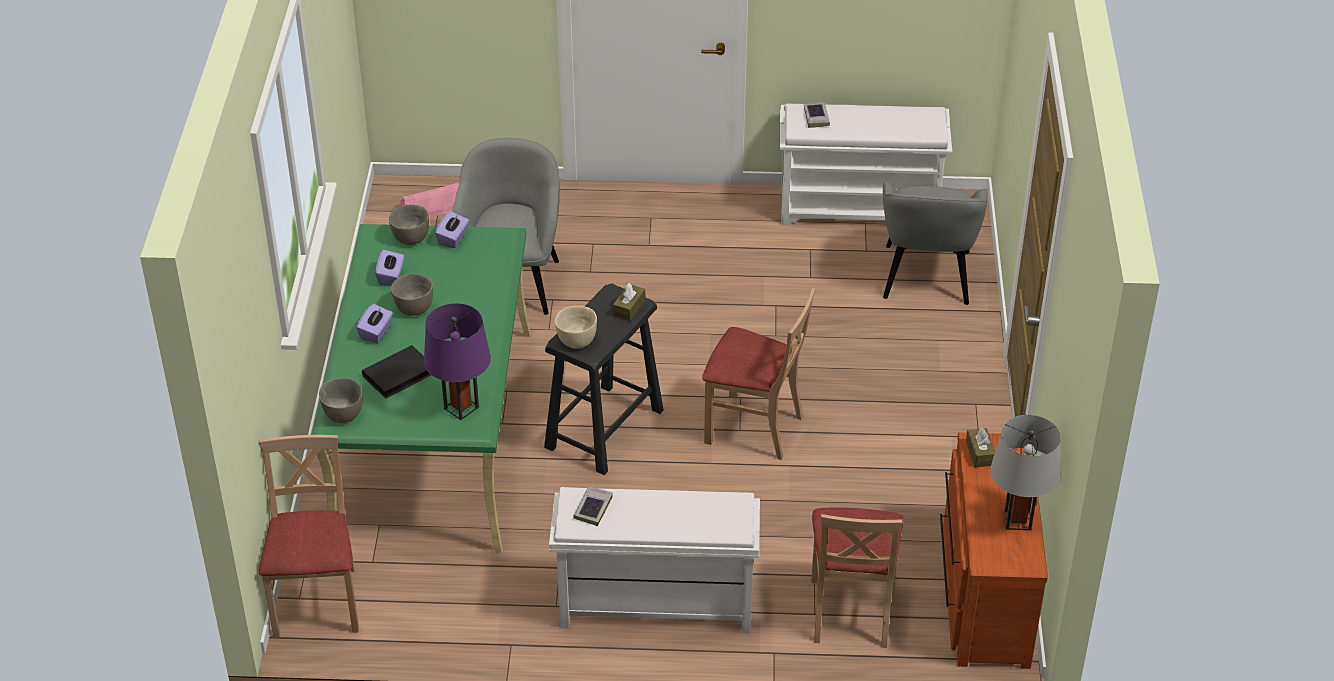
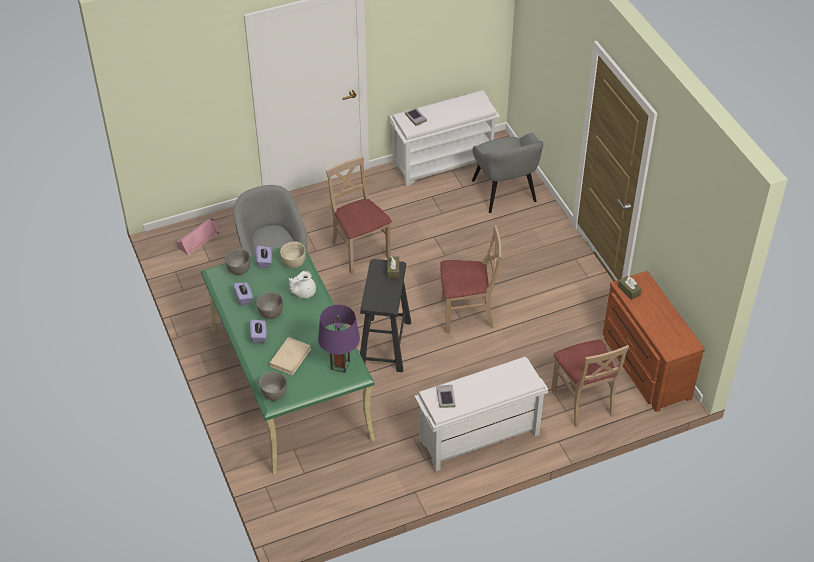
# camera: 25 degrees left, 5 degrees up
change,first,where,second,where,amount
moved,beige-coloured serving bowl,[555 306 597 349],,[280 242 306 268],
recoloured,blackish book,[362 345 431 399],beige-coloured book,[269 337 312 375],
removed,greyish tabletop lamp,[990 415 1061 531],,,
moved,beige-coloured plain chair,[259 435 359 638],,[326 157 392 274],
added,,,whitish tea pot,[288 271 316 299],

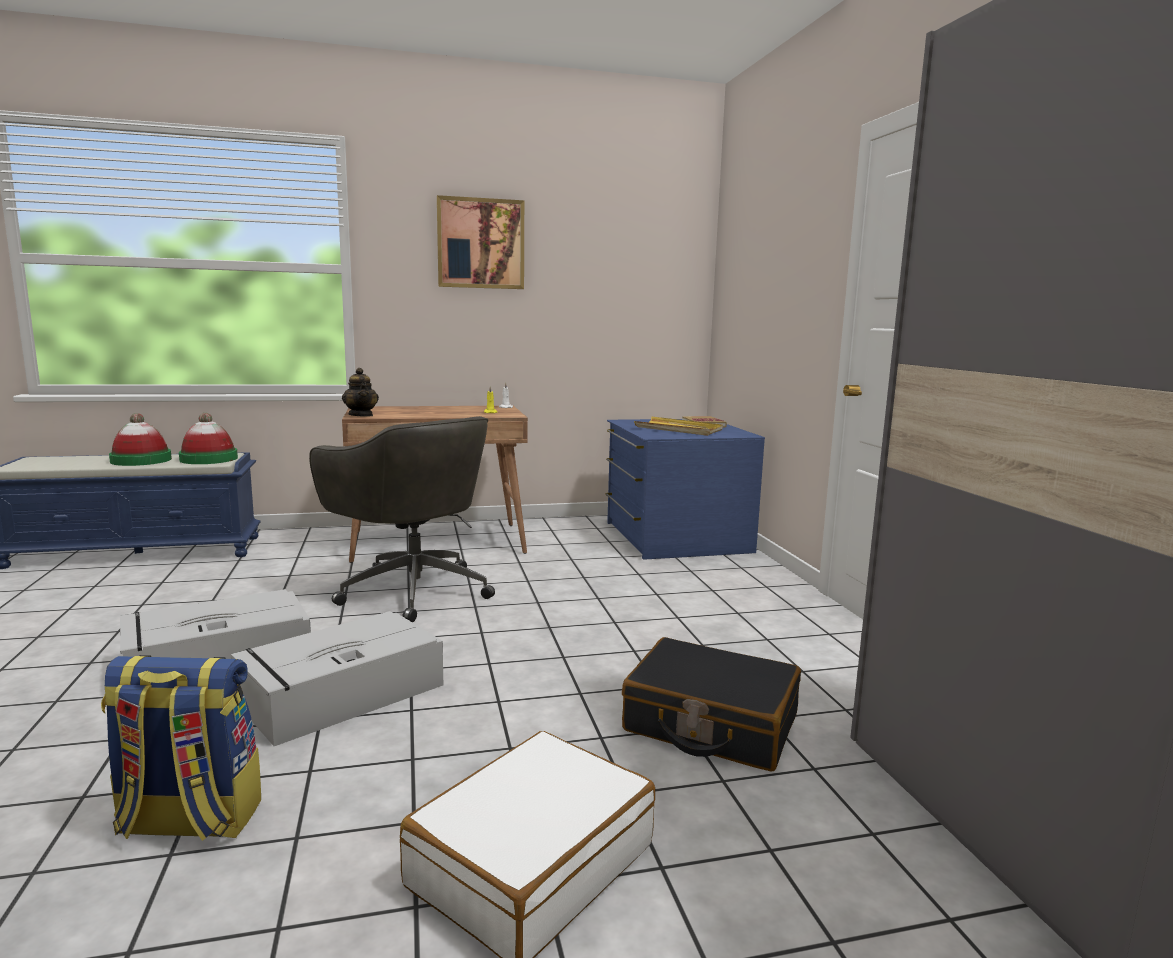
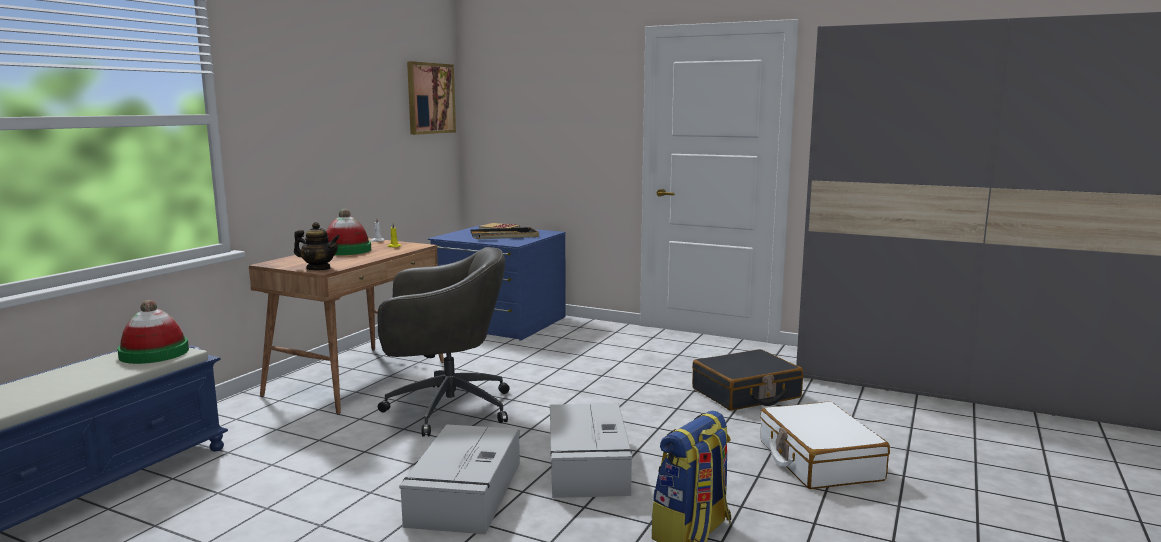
# camera: 50 degrees left, 0 degrees up
change,first,where,second,where,amount
moved,picture,[437 195 524 289],,[407 61 456 135],
moved,hat,[109 413 172 466],,[327 209 371 255],
recoloured,yellowish tray,[634 417 723 436],blackish tray,[471 227 539 240],

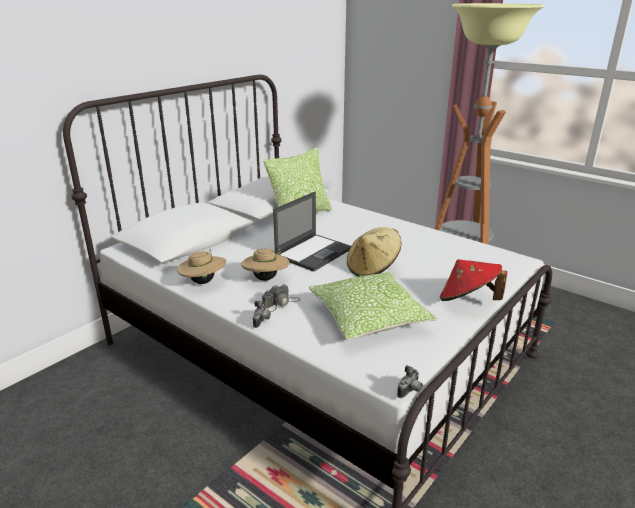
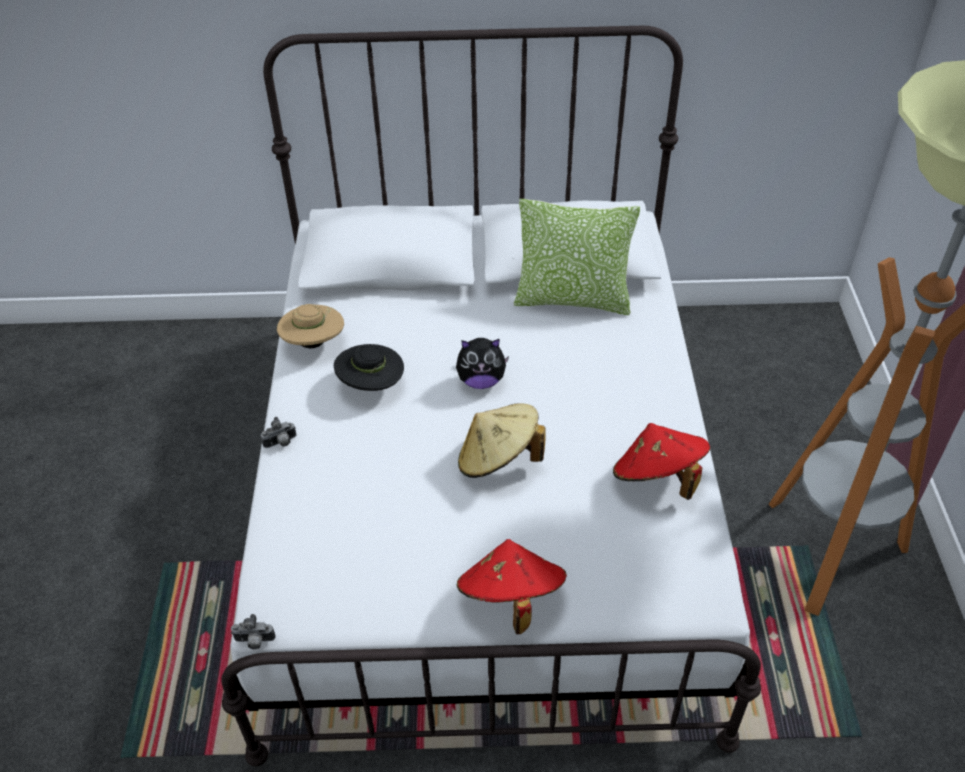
# camera: 50 degrees right, 20 degrees up
change,first,where,second,where,amount
replaced,portable computer,[273 191 351 272],plush toy,[456 338 509 389],
recoloured,beige-coloured hat,[241 249 290 281],blackish hat,[334 344 404 391],
removed,cushion,[309 272 438 339],,,
removed,photo camera,[262 284 300 312],,,
added,,,red hat,[613 423 710 500],

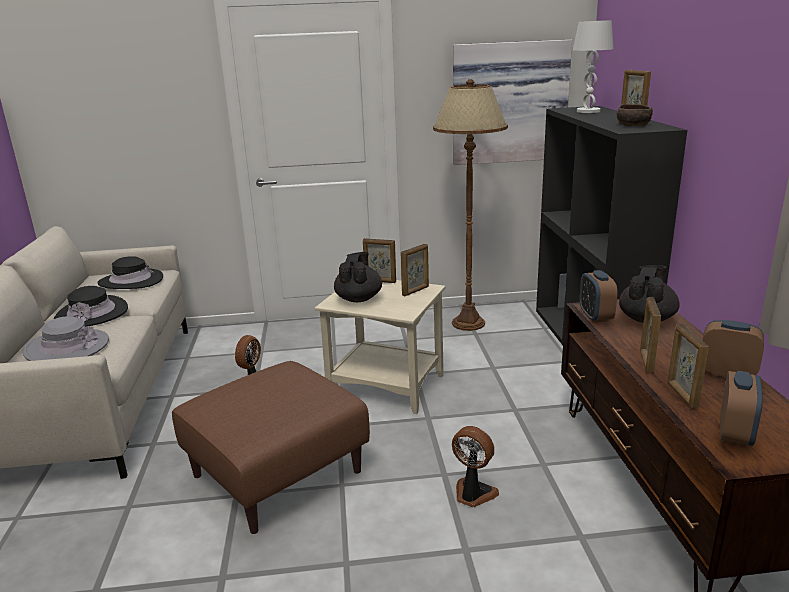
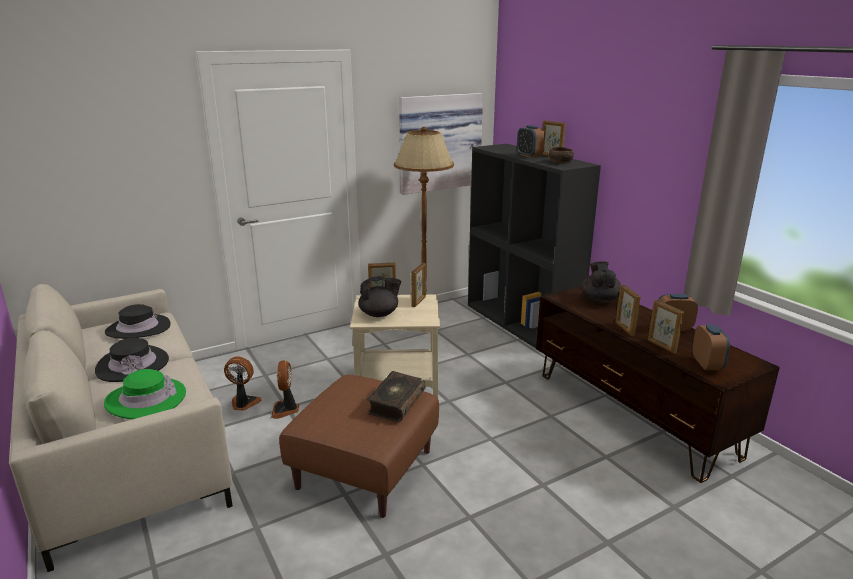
# camera: 25 degrees left, 0 degrees up
change,first,where,second,where,amount
removed,whitish tabletop lamp,[573 20 613 113],,,
turned,blackish tea pot,[334 252 382 302],,[358 277 401 317],90 degrees clockwise
moved,table clock,[579 270 617 323],,[517 125 545 158],
recoloured,greyish hat,[23 316 109 361],green-coloured hat,[104 369 186 419],
moved,electric fan,[452 426 499 507],,[224 357 262 411],
added,,,book,[367 371 426 422],

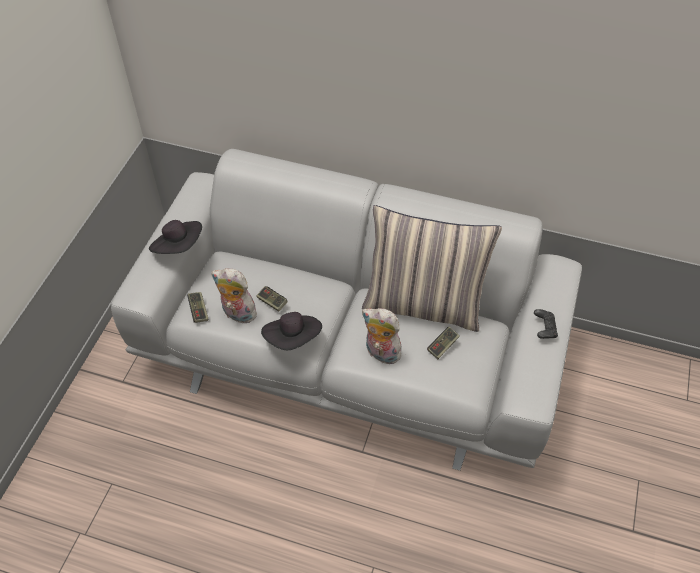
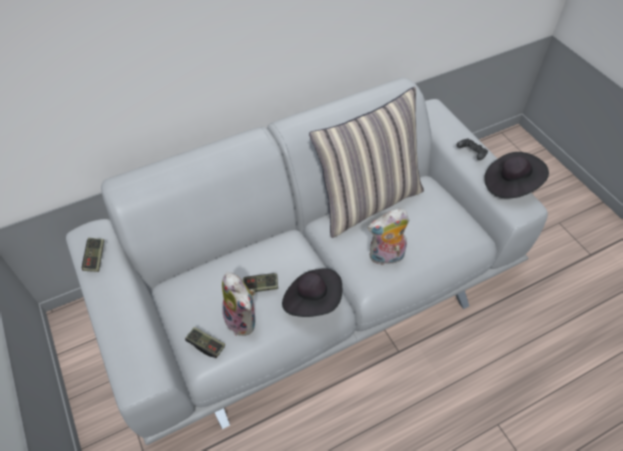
# camera: 45 degrees left, 0 degrees up
change,first,where,second,where,amount
moved,blackish hat,[149 220 202 254],,[484 152 549 198],
turned,plush toy,[211 268 257 323],,[222 272 255 336],105 degrees counterclockwise
moved,gamepad,[427 327 460 359],,[82 238 104 272],

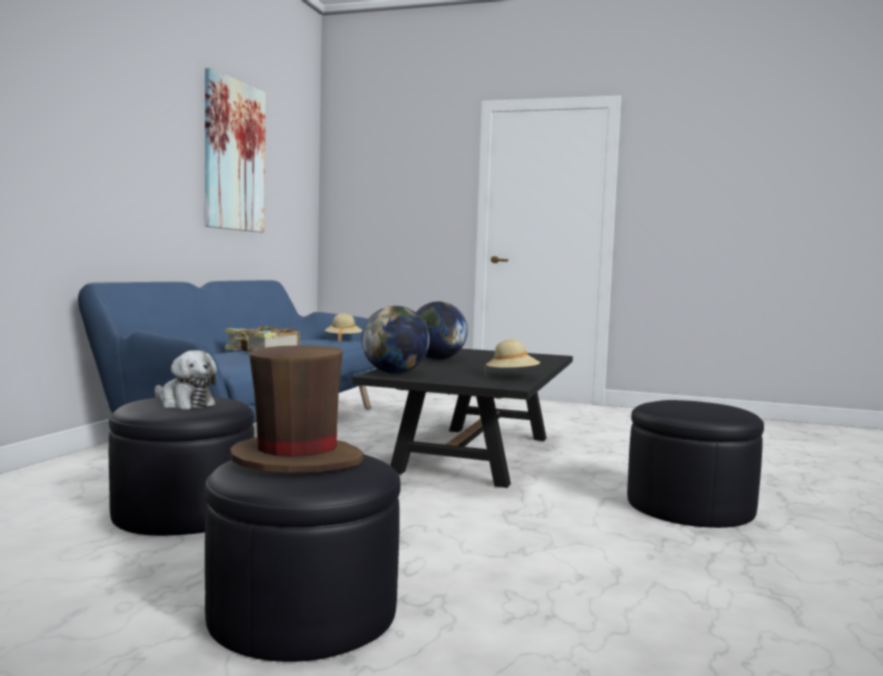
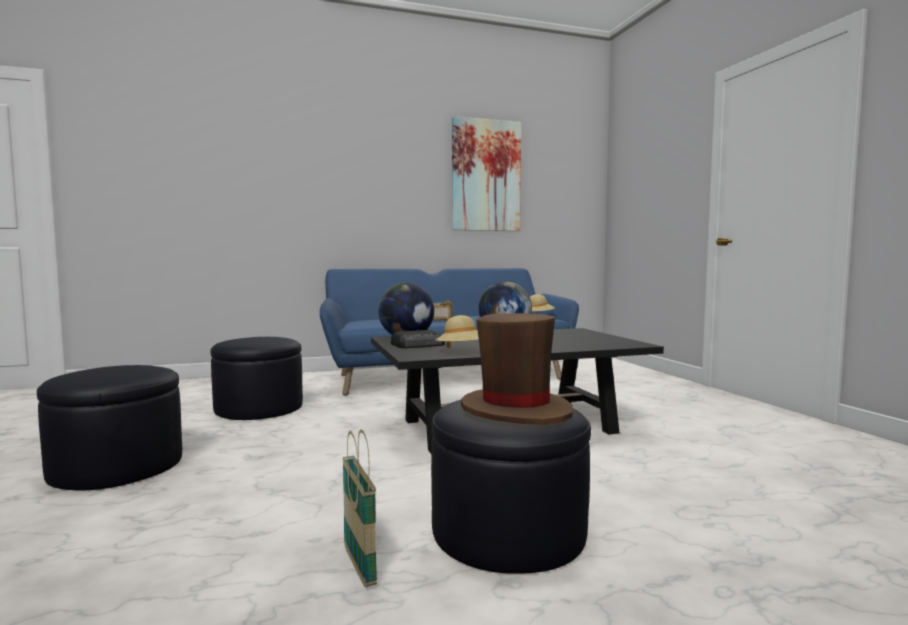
# camera: 55 degrees right, 0 degrees up
change,first,where,second,where,amount
moved,brown hat,[230 345 364 473],,[461 313 573 425],
removed,plush toy,[155 350 217 409],,,
added,,,radio set,[391 330 445 348],
added,,,household basket,[343 429 377 587],

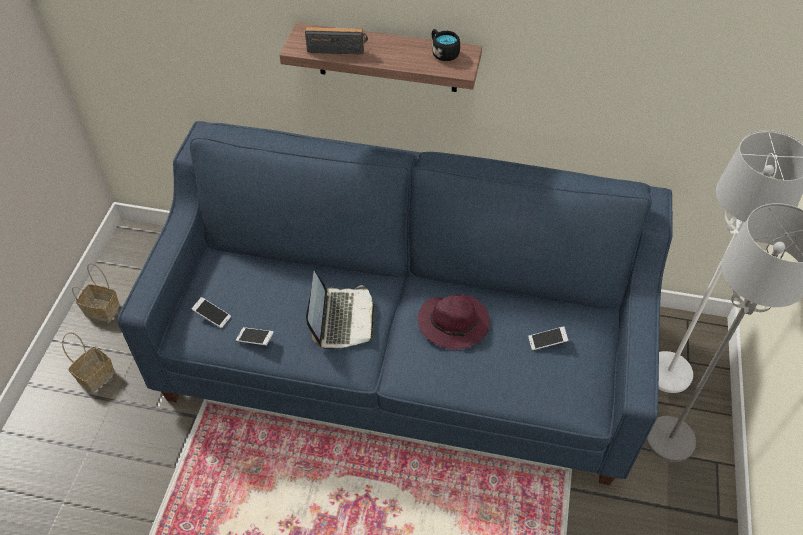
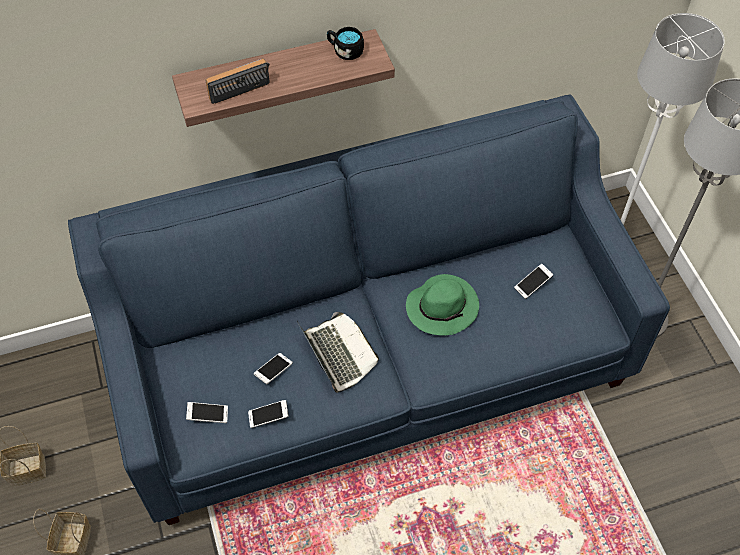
# camera: 30 degrees left, 5 degrees up
change,first,where,second,where,amount
recoloured,purplish hat,[417 294 490 350],green-coloured hat,[406 274 479 336],
added,,,phone,[254 353 293 384],

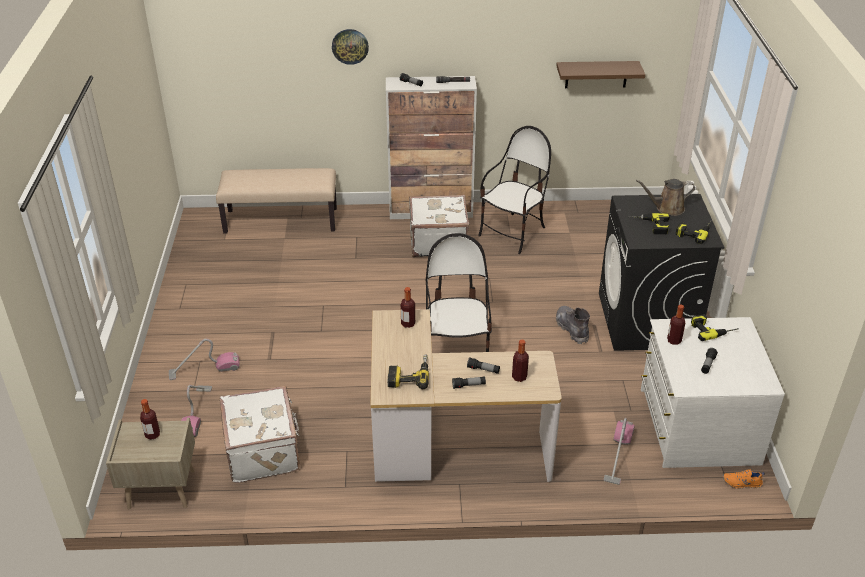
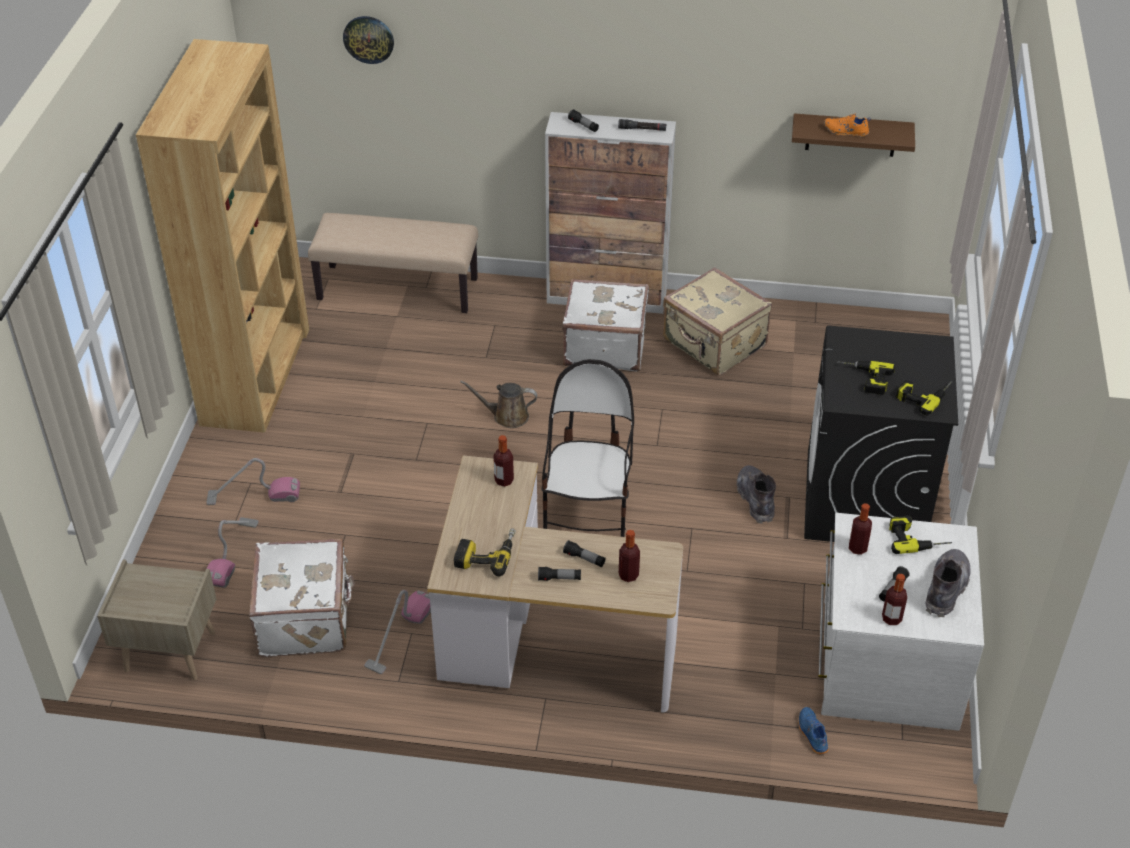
# camera: 10 degrees right, 5 degrees up
change,first,where,second,where,amount
moved,clock on the wall,[332 29 369 65],,[343 16 394 64],
replaced,plain chair,[478 126 551 254],beige-coloured piece of luggage,[663 267 772 376],
moved,brown sprinkling can,[636 179 695 216],,[460 381 537 428],
moved,bottle,[140 399 160 440],,[882 574 907 625],
moved,vacuum,[604 418 635 485],,[364 590 431 674],
moved,orangey low shoe,[723 469 765 489],,[824 114 871 137],
added,,,brown bookcase,[136 39 309 433],
added,,,greyish high-top boot,[926 549 970 617],
added,,,blue-coloured low shoe,[798 707 828 755],

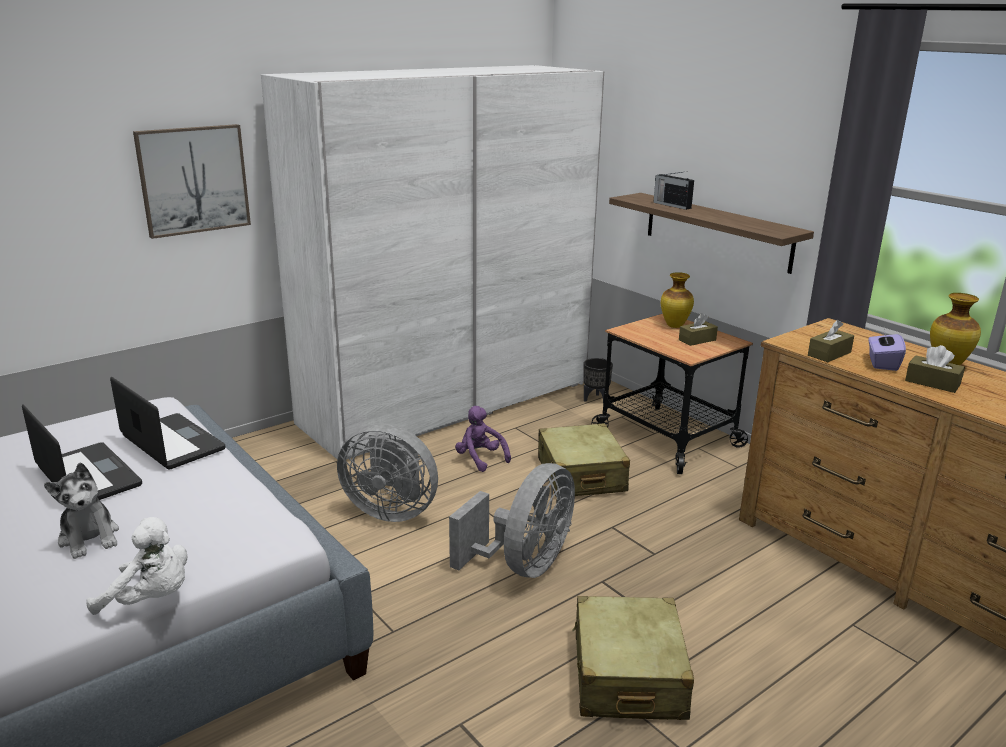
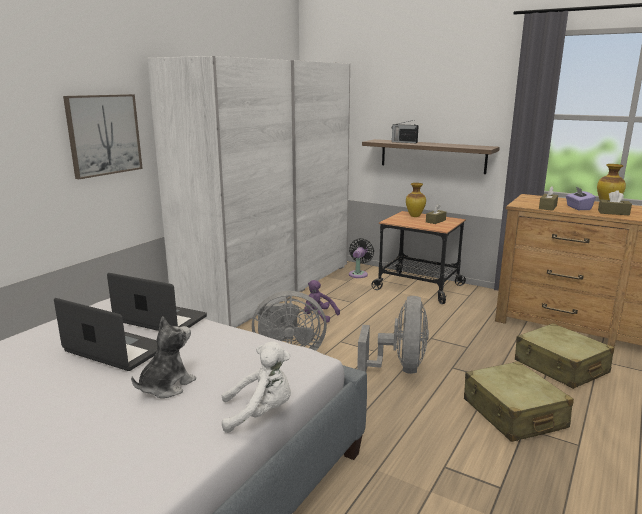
# camera: 20 degrees left, 5 degrees down
change,first,where,second,where,amount
replaced,blackish planter,[583 358 613 401],blackish electric fan,[349 238 374 278],
moved,beige-coloured piece of luggage,[538 423 630 498],,[515 323 614 389],
turned,plush toy,[44 462 119 559],,[131 316 196 398],90 degrees counterclockwise

